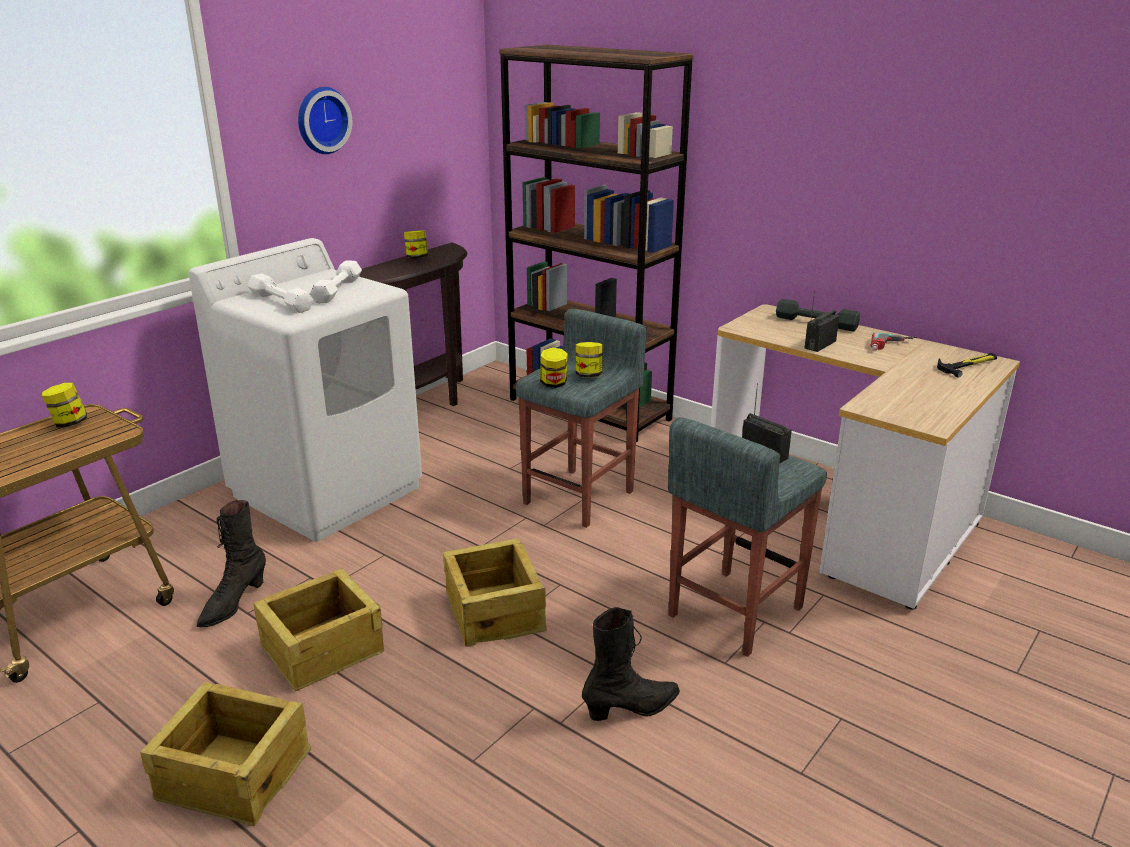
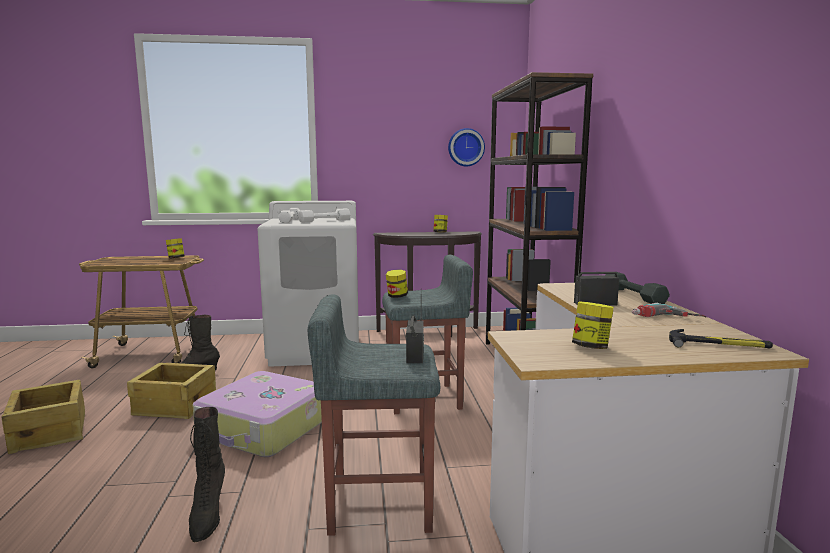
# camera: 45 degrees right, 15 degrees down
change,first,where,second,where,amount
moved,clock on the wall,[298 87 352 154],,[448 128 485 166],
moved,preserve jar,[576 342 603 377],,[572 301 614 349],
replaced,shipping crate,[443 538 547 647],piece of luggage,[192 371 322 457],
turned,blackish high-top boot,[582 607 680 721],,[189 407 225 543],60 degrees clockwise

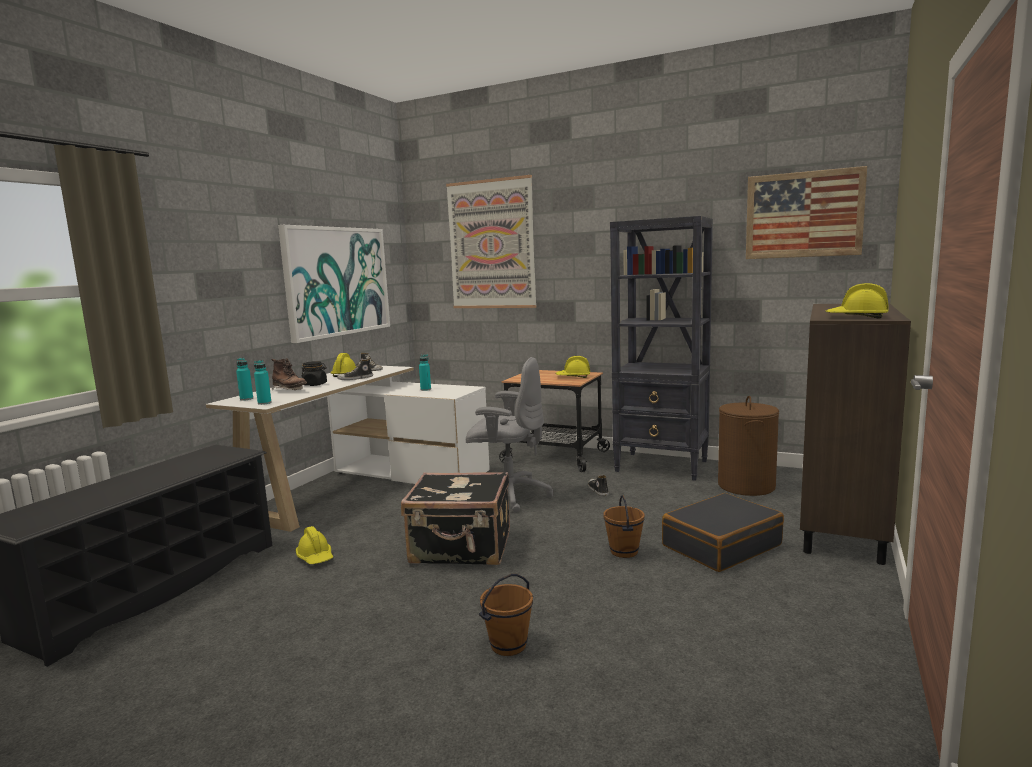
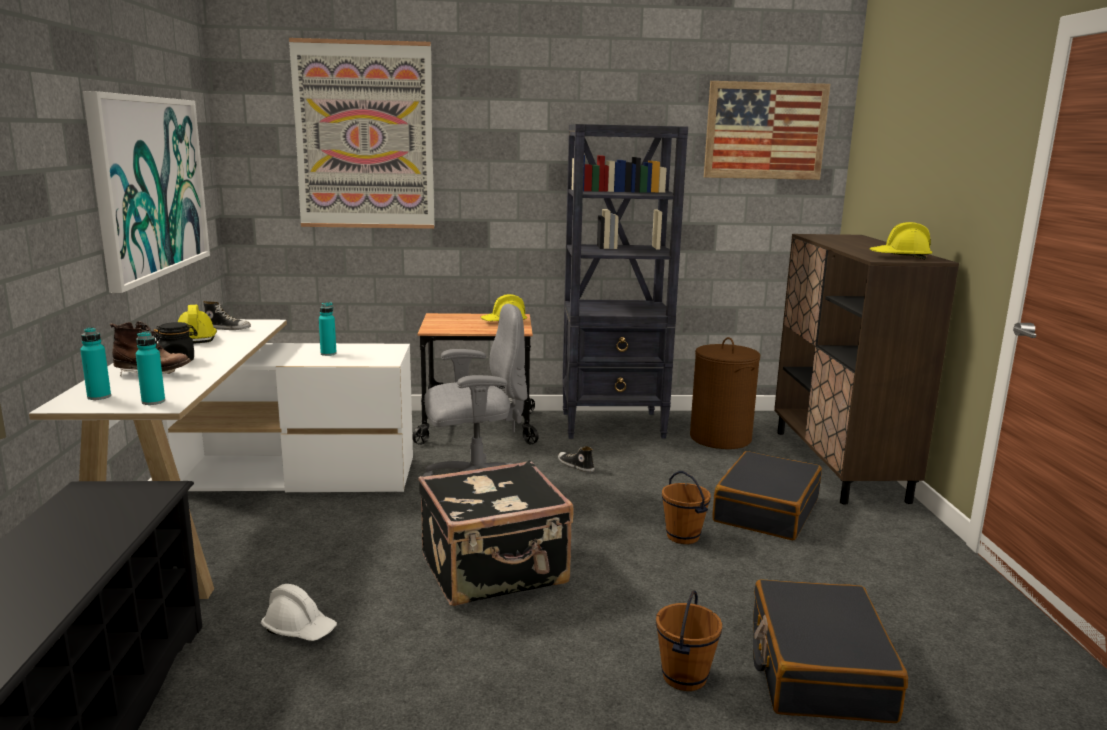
# camera: 30 degrees left, 5 degrees up
change,first,where,second,where,amount
removed,low shoe,[337 359 373 380],,,
recoloured,yellowish safety helmet,[296 526 333 564],whitish safety helmet,[261 584 337 641],
added,,,blackish piece of luggage,[753 579 908 723],

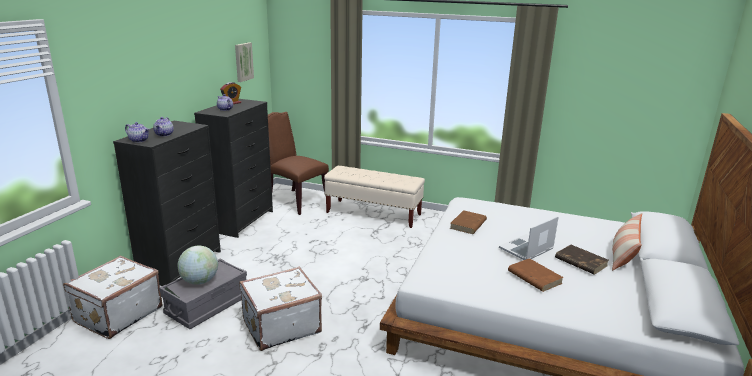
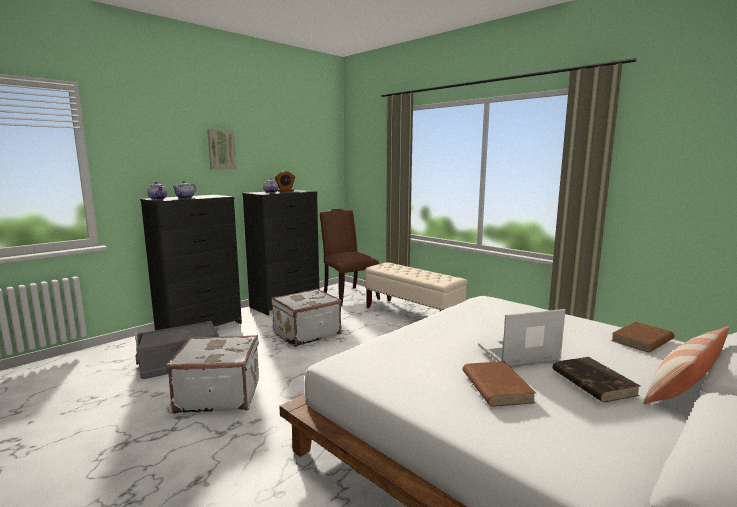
# camera: 25 degrees right, 10 degrees down
change,first,where,second,where,amount
moved,picture,[235 43 254 82],,[207 129 236 170],
moved,brown book,[450 210 487 234],,[611 322 675 352],
removed,world globe,[177 246 218 285],,,
moved,whitish piece of luggage,[63 256 162 339],,[271 289 341 347],

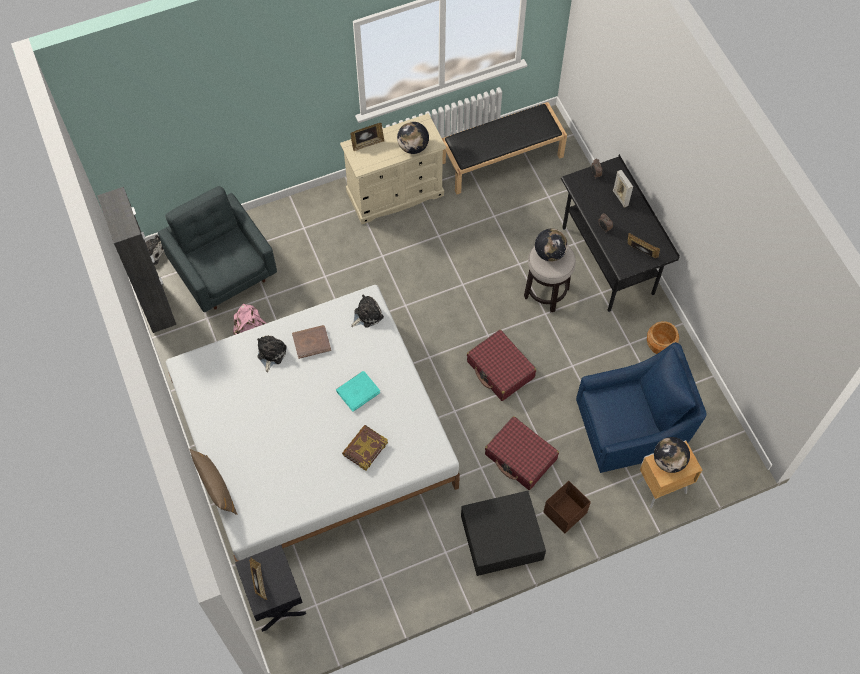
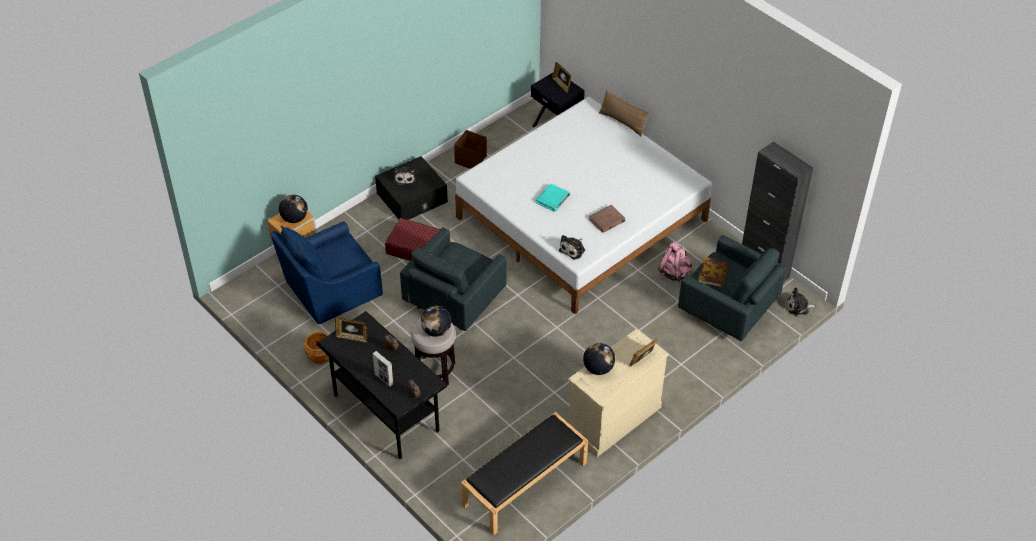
# camera: 160 degrees right, 15 degrees down
change,first,where,second,where,amount
replaced,red piece of luggage,[467 330 536 401],greyish easy chair,[400 227 507 331],
moved,plush toy,[257 335 287 372],,[393 167 416 185],
moved,book,[342 425 388 471],,[698 257 728 288],
moved,brown storage box,[543 481 591 533],,[454 130 487 169],

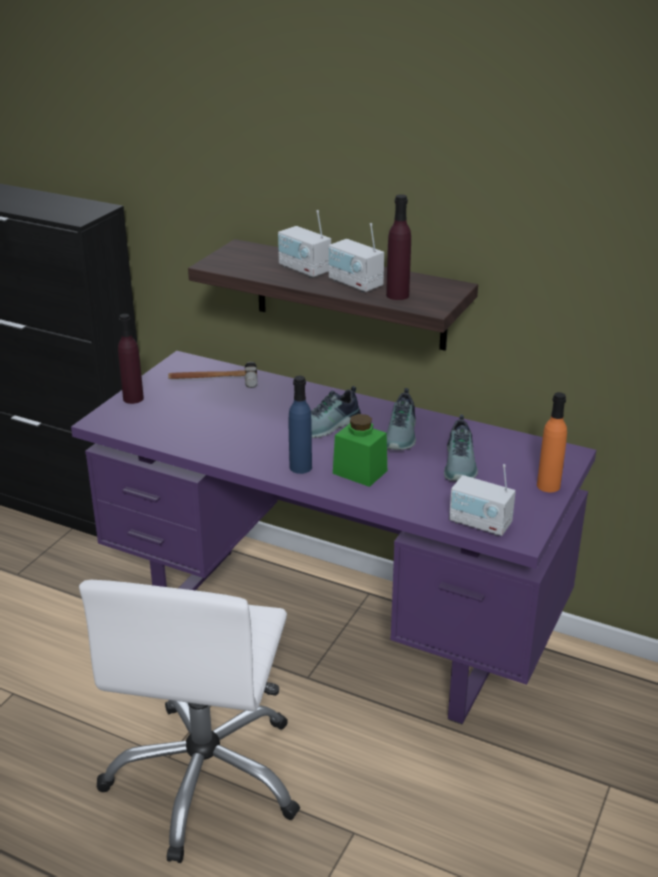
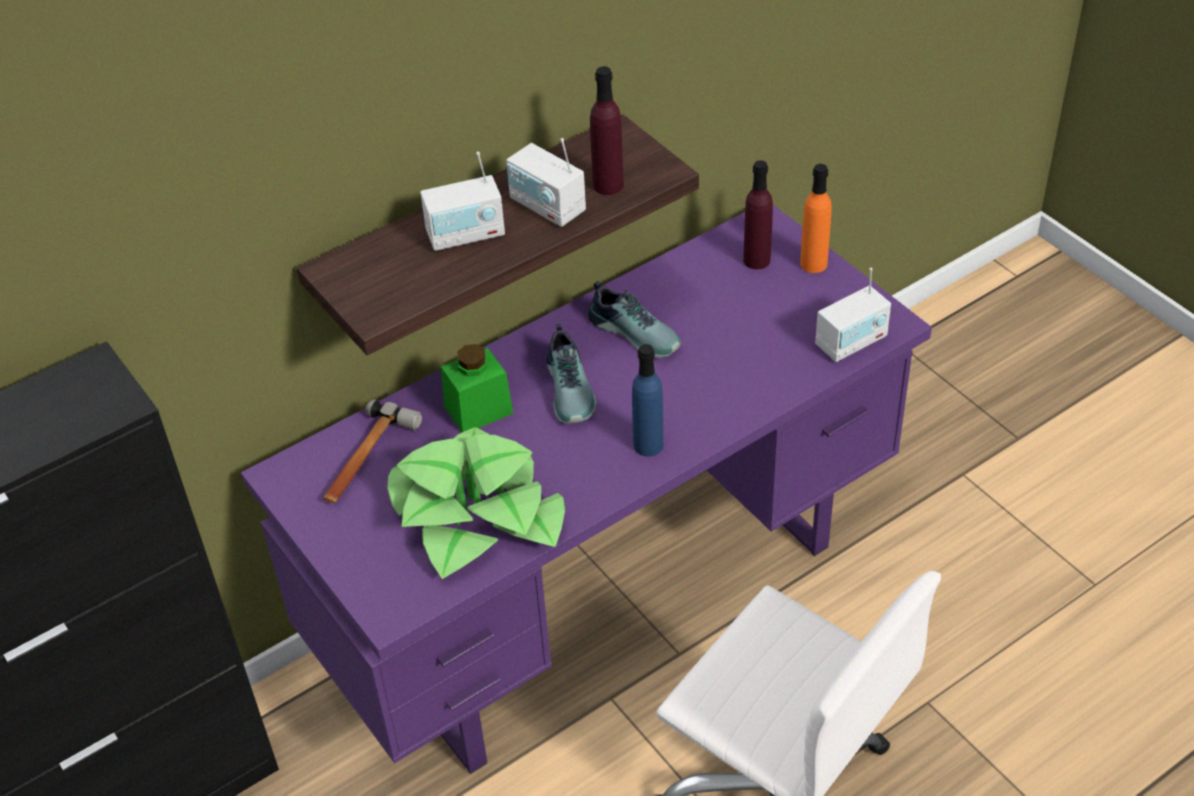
# camera: 60 degrees left, 15 degrees up
change,first,where,second,where,amount
turned,radio set,[329 223 384 293],,[506 138 586 227],60 degrees clockwise
moved,purplish bottle,[118 314 144 404],,[743 160 773 269],
moved,green-coloured preserve jar,[333 414 387 487],,[441 344 513 432],
removed,low shoe,[444 415 478 481],,,
added,,,houseplant,[387 427 565 579],

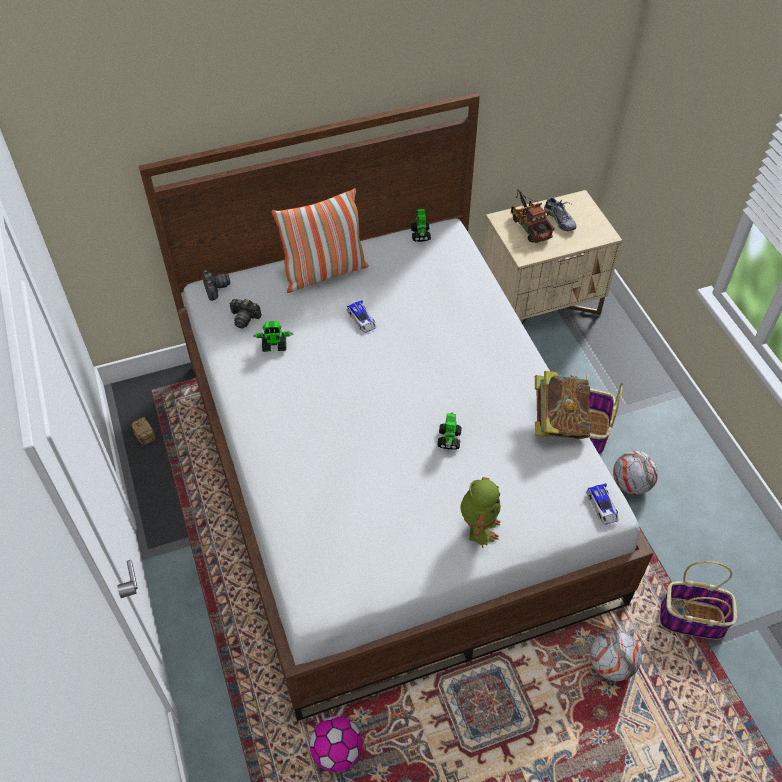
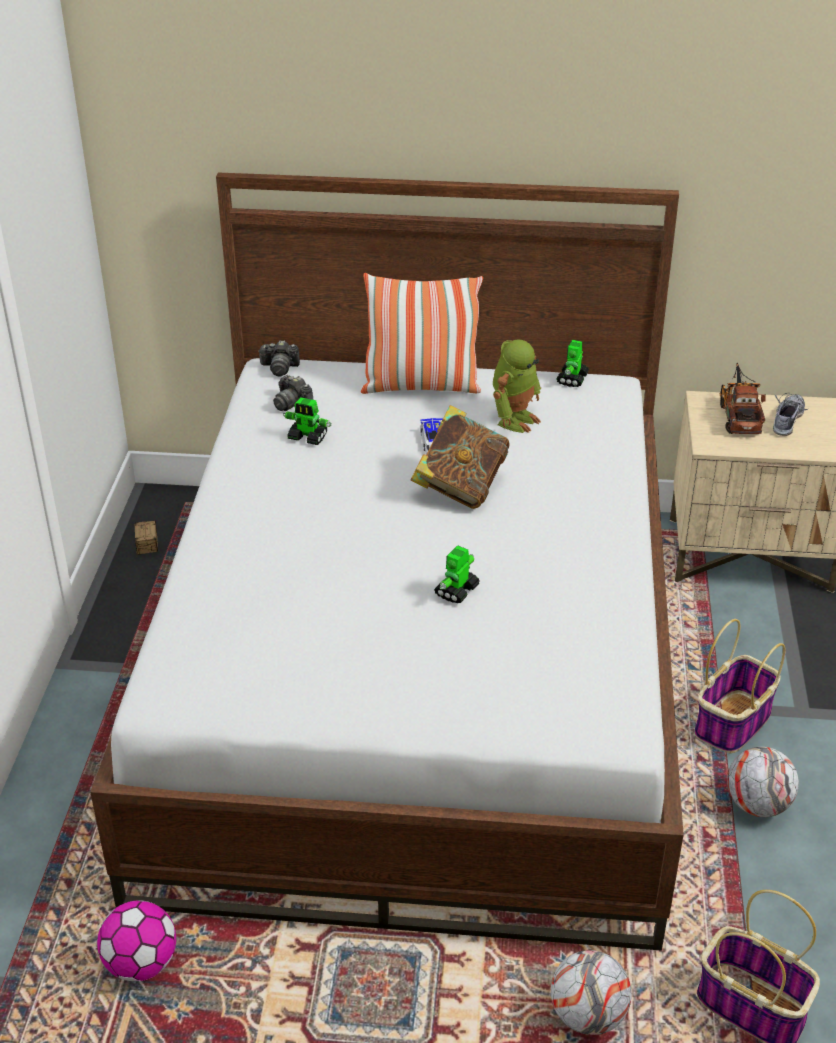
# camera: 25 degrees right, 15 degrees down
change,first,where,second,where,amount
turned,low shoe,[544 195 577 231],,[773 393 808 436],150 degrees counterclockwise
turned,photo camera,[202 270 230 301],,[258 340 300 376],90 degrees clockwise
moved,book,[535 371 591 439],,[411 405 510 509],
moved,robot figure,[460 477 501 548],,[493 339 541 433],
removed,miniature car,[586 483 619 525],,,

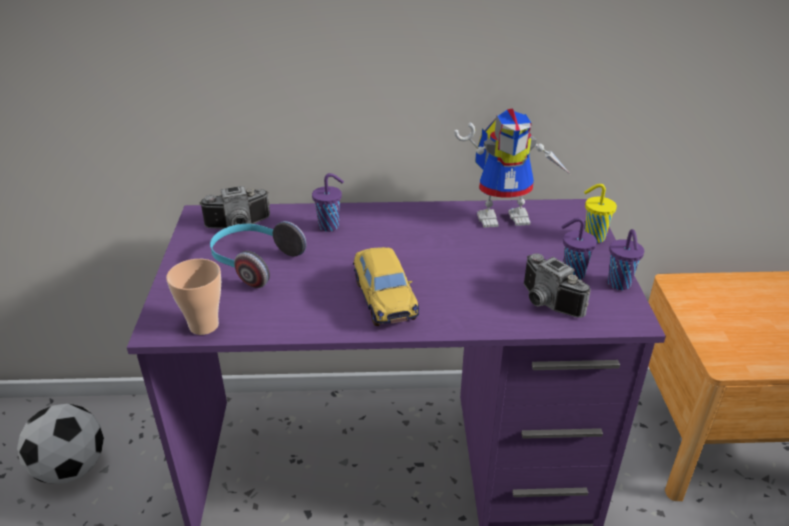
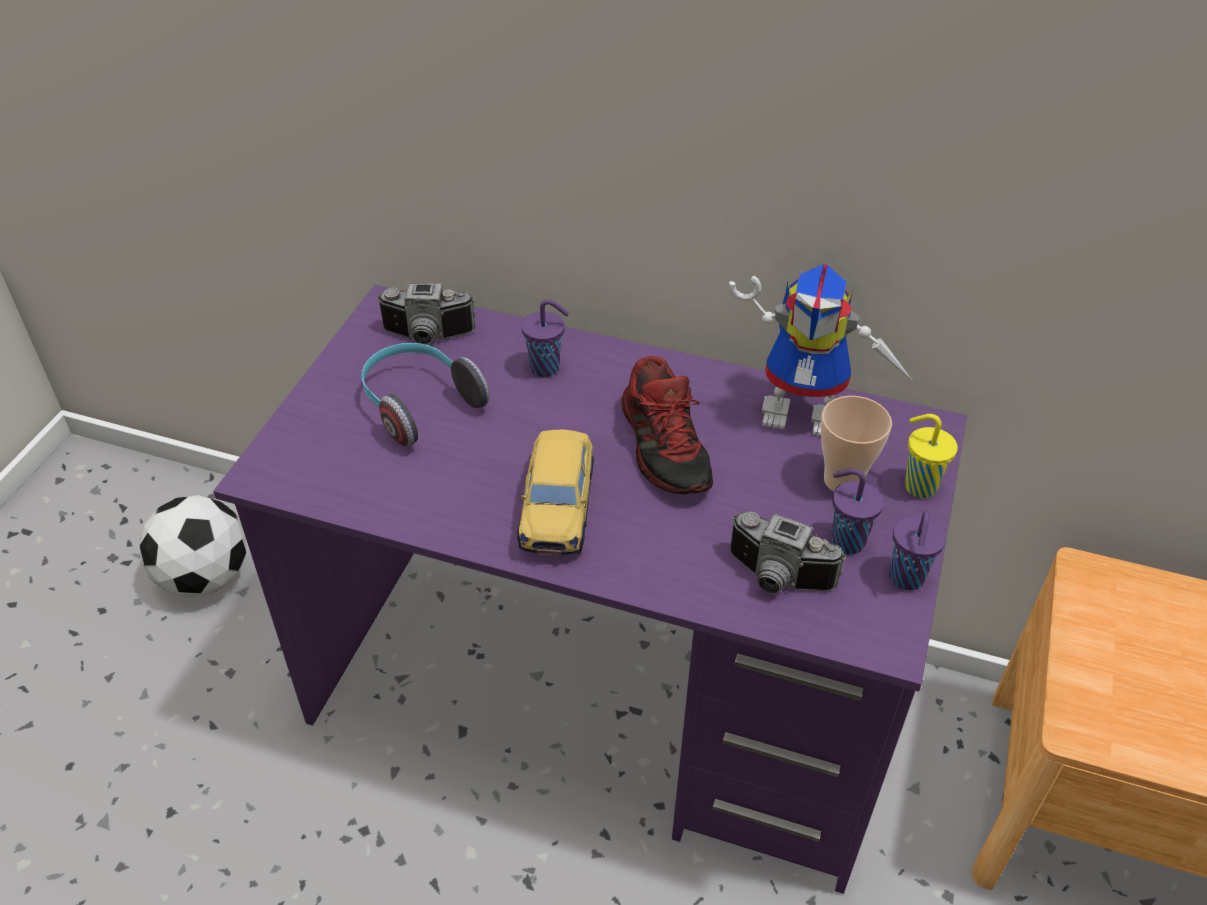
# camera: 20 degrees right, 10 degrees up
change,first,where,second,where,amount
turned,photo camera,[524 253 591 318],,[730 511 846 594],45 degrees counterclockwise
moved,cup,[166 259 221 335],,[821 396 892 491],
added,,,low shoe,[622 356 713 494],

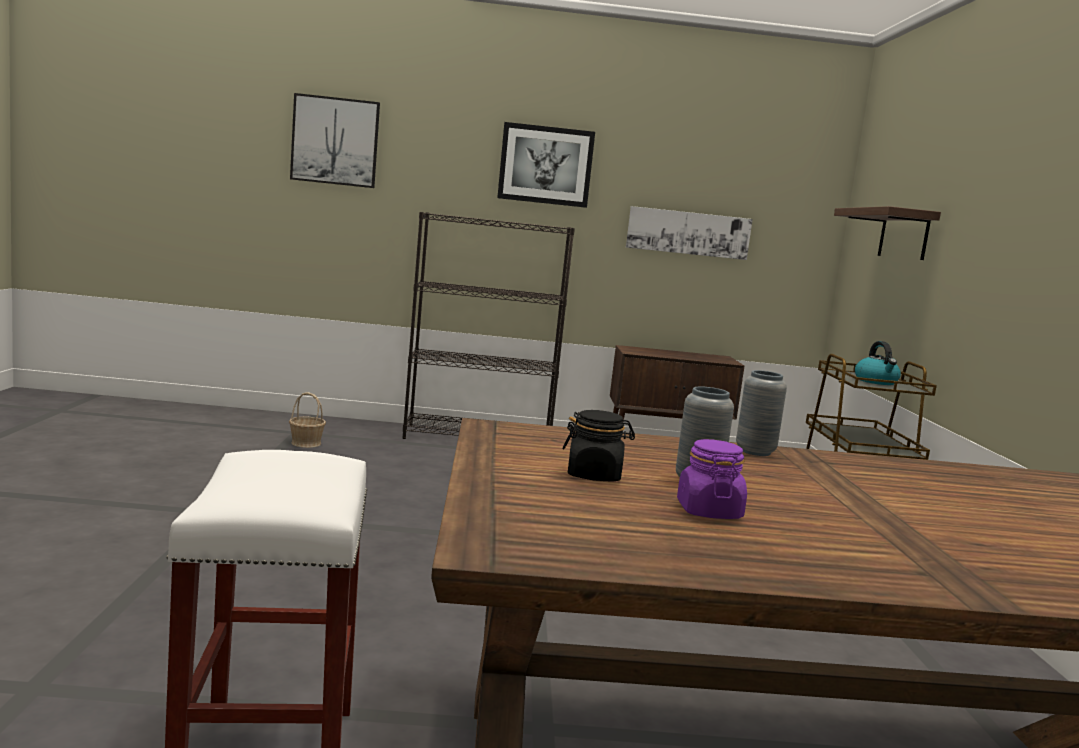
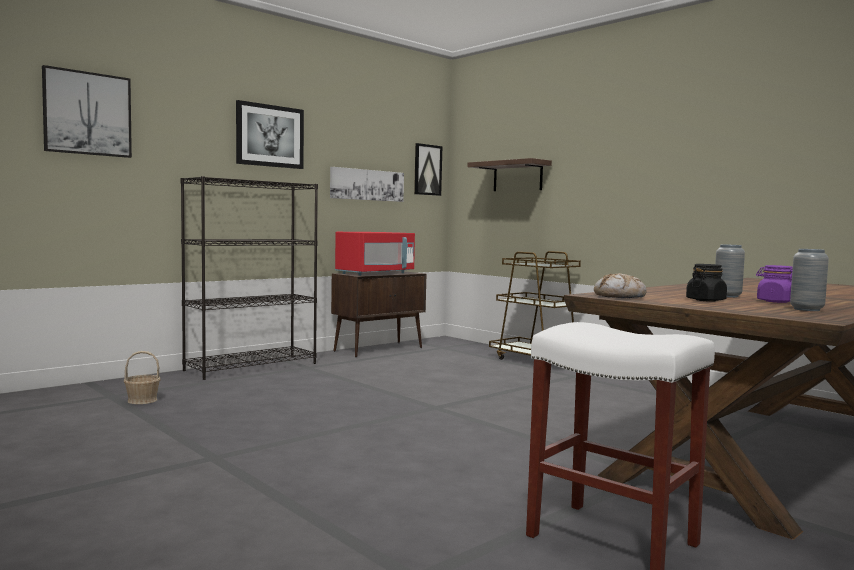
# camera: 40 degrees left, 5 degrees down
change,first,where,second,where,amount
removed,tea kettle,[855 341 901 385],,,
moved,greyish vase,[736 370 787 456],,[790 249 829 311],
added,,,picture,[414 143 442 196],
added,,,red microwave,[335 232 415 276],
added,,,bakery bread,[594 273 647 298],

